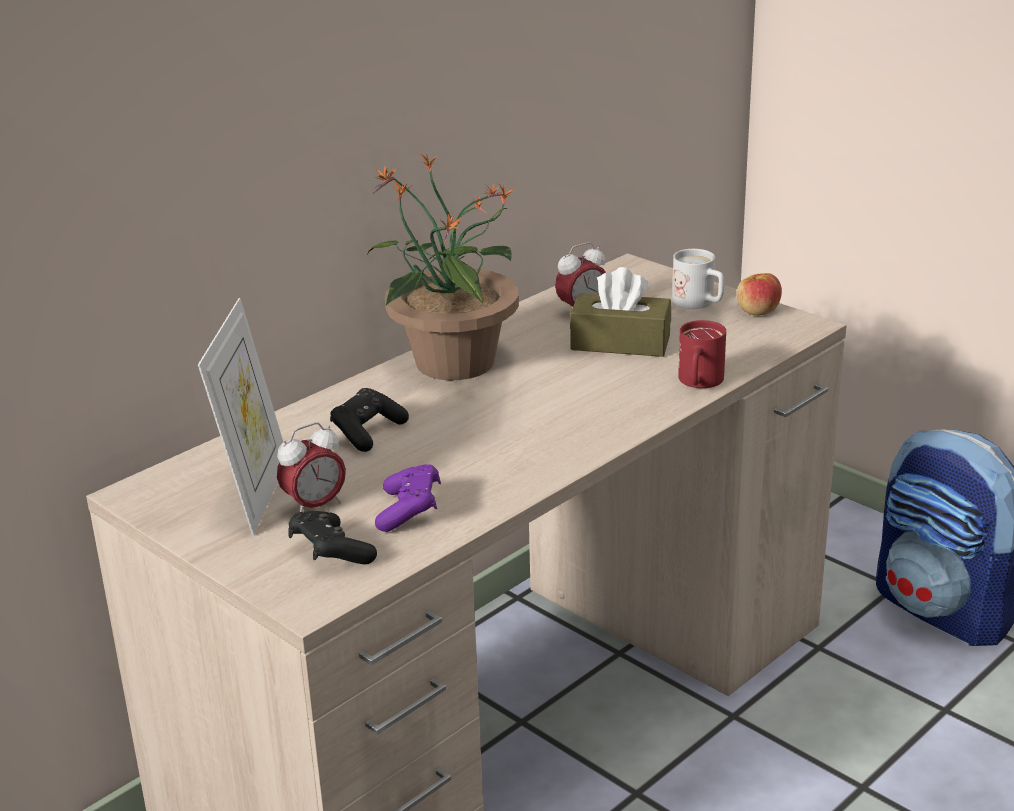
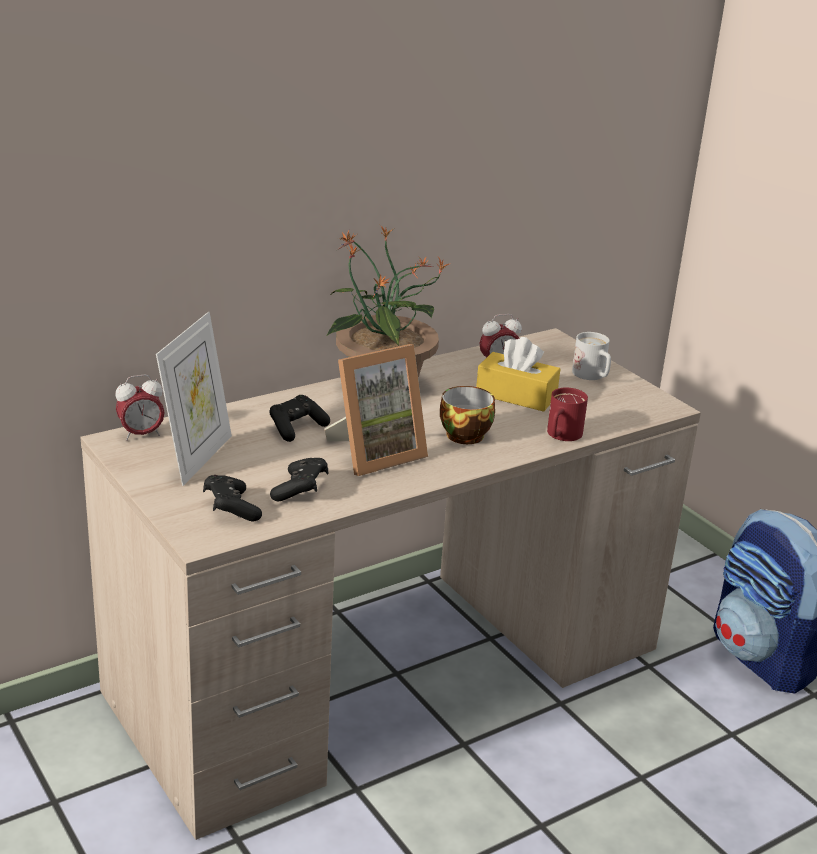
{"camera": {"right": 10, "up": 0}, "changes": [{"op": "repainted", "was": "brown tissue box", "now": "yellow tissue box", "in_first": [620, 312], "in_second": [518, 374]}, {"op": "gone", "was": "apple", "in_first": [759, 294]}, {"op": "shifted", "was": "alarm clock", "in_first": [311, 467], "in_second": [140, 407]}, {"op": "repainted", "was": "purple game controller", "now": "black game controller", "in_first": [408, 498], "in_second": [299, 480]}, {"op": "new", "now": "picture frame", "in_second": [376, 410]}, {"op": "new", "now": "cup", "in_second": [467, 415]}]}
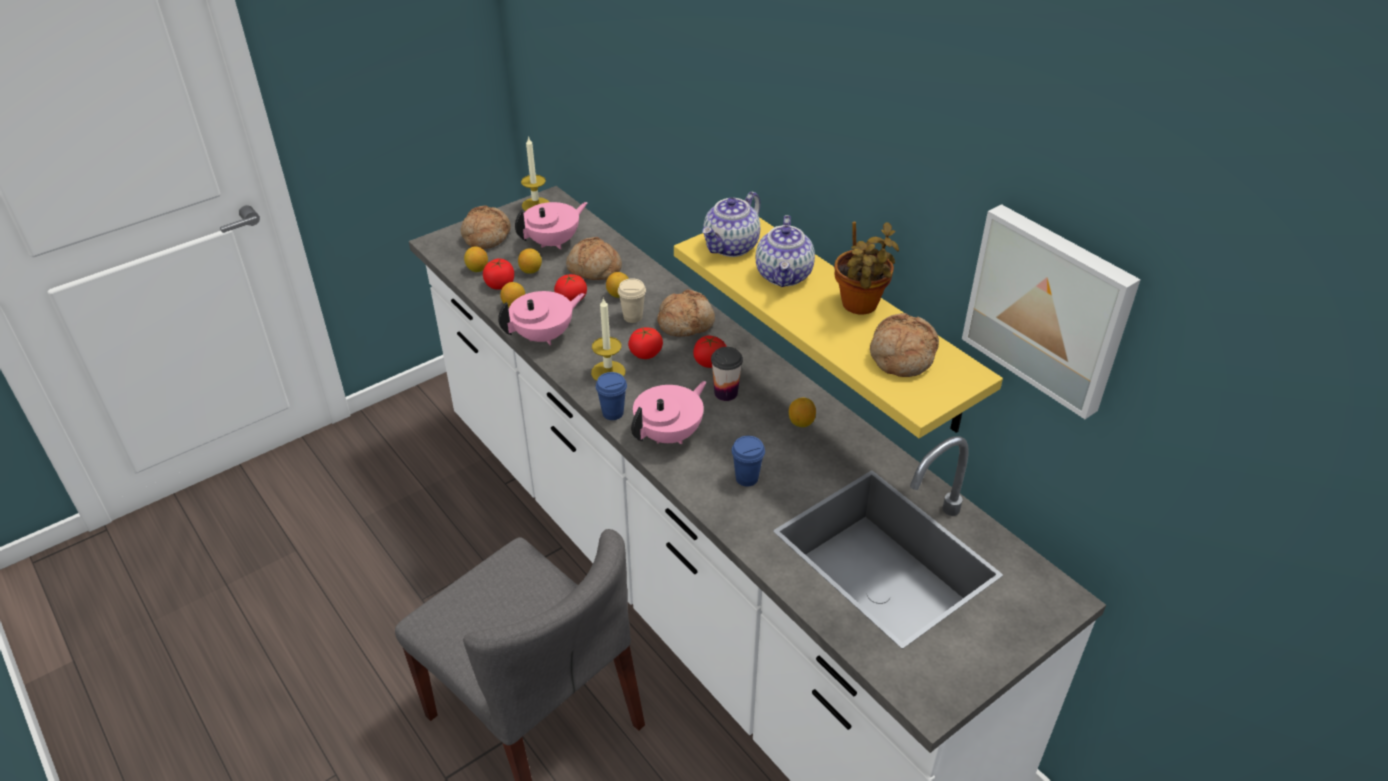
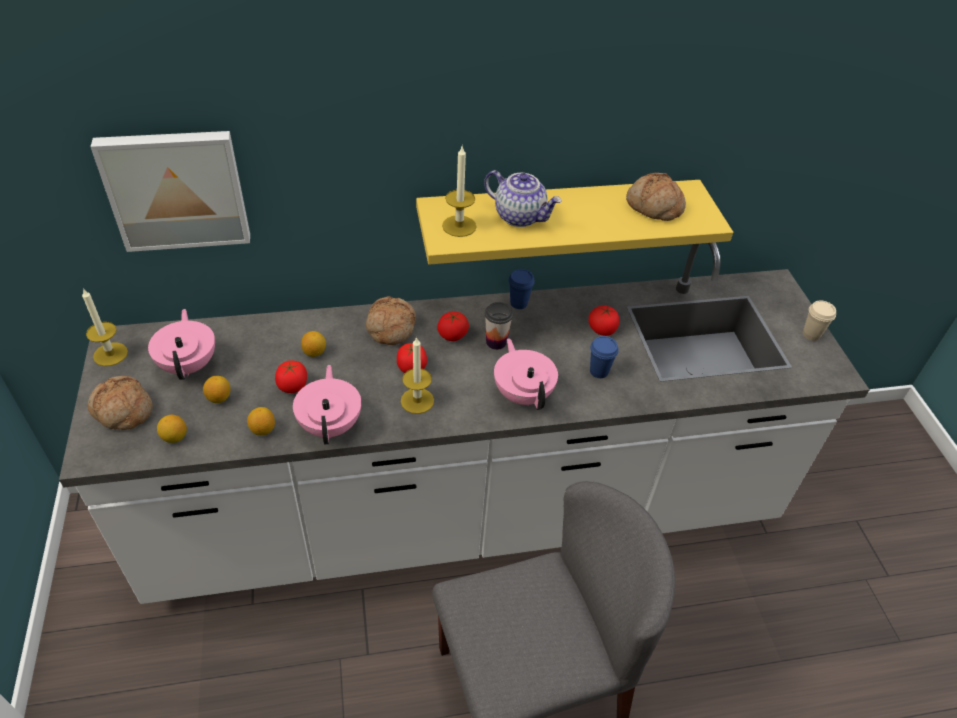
{"camera": {"right": -65, "up": 5}, "changes": [{"op": "swapped", "was": "teapot", "now": "candle", "in_first": [731, 224], "in_second": [459, 191]}, {"op": "shifted", "was": "picture", "in_first": [1051, 311], "in_second": [170, 191]}, {"op": "gone", "was": "potted plant", "in_first": [866, 268]}, {"op": "gone", "was": "bread", "in_first": [594, 258]}, {"op": "shifted", "was": "tomato", "in_first": [498, 274], "in_second": [604, 320]}, {"op": "shifted", "was": "beige cup", "in_first": [632, 300], "in_second": [819, 320]}, {"op": "shifted", "was": "blue cup", "in_first": [611, 396], "in_second": [522, 289]}, {"op": "gone", "was": "lemon", "in_first": [802, 412]}]}
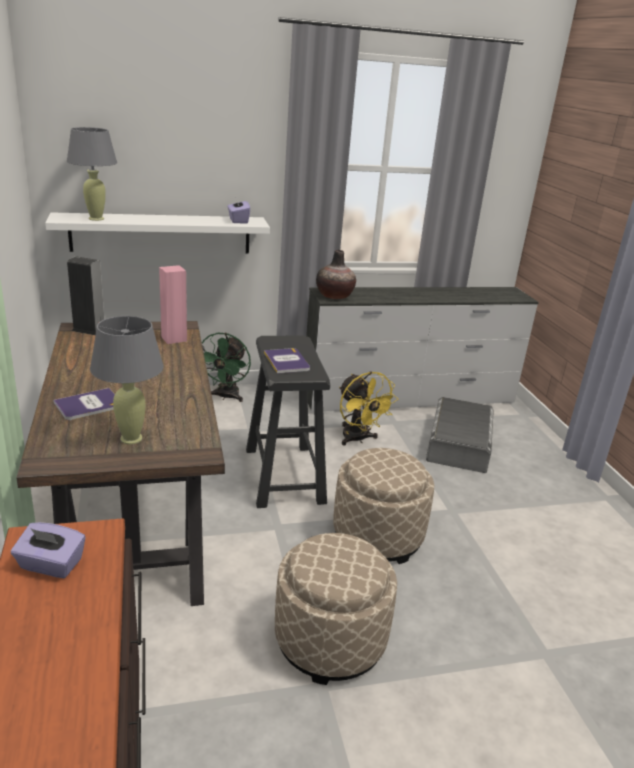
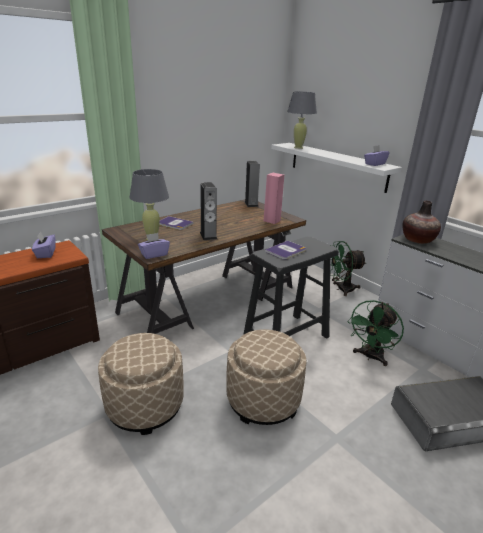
{"camera": {"right": 65, "up": 0}, "changes": [{"op": "repainted", "was": "yellow fan", "now": "green fan", "in_first": [368, 408], "in_second": [375, 333]}, {"op": "new", "now": "speaker", "in_second": [208, 211]}, {"op": "new", "now": "purple tissue box", "in_second": [154, 246]}]}
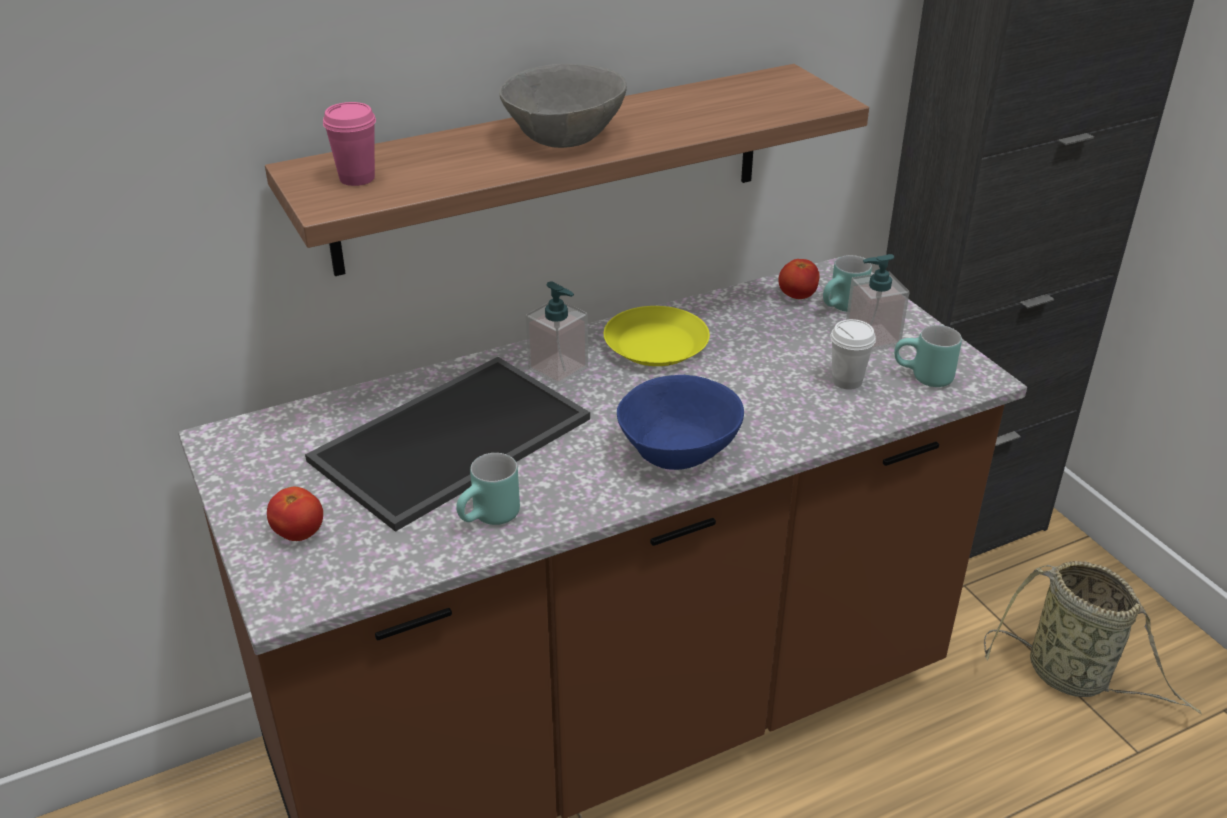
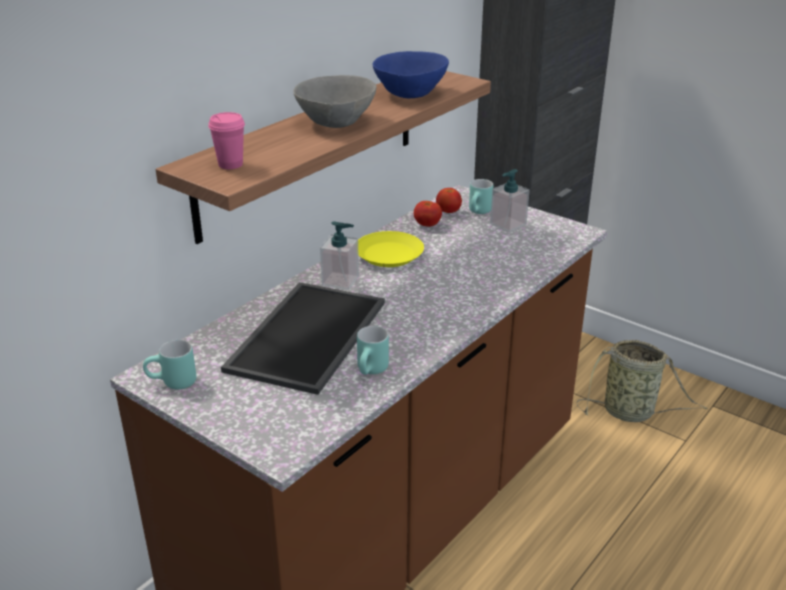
{"camera": {"right": -25, "up": -5}, "changes": [{"op": "gone", "was": "white cup", "in_first": [853, 354]}, {"op": "shifted", "was": "turquoise mug", "in_first": [928, 356], "in_second": [169, 365]}, {"op": "shifted", "was": "blue bowl", "in_first": [680, 422], "in_second": [411, 74]}, {"op": "shifted", "was": "tomato", "in_first": [295, 514], "in_second": [428, 214]}]}
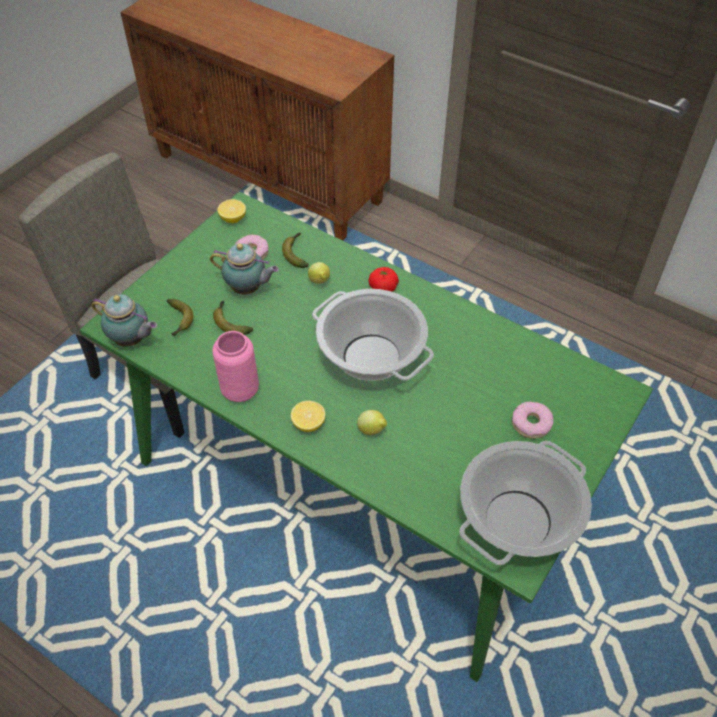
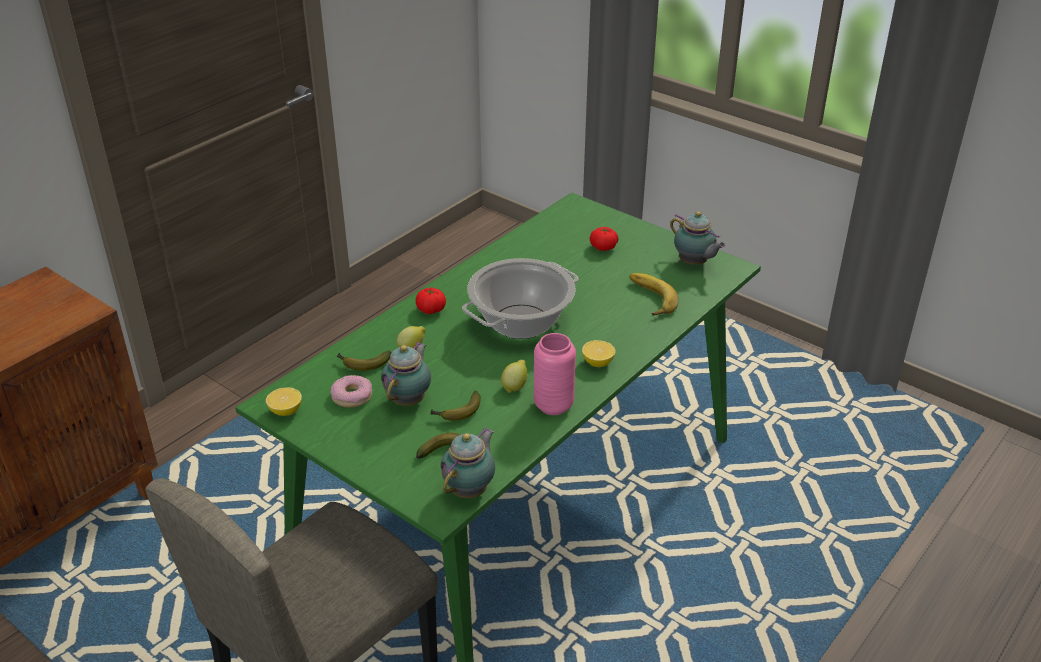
{"camera": {"right": -85, "up": -15}, "changes": [{"op": "swapped", "was": "donut", "now": "tomato", "in_first": [533, 420], "in_second": [604, 239]}, {"op": "shifted", "was": "lemon", "in_first": [372, 422], "in_second": [514, 376]}, {"op": "swapped", "was": "cooking pot", "now": "teapot", "in_first": [525, 503], "in_second": [698, 238]}, {"op": "new", "now": "banana", "in_second": [654, 294]}]}
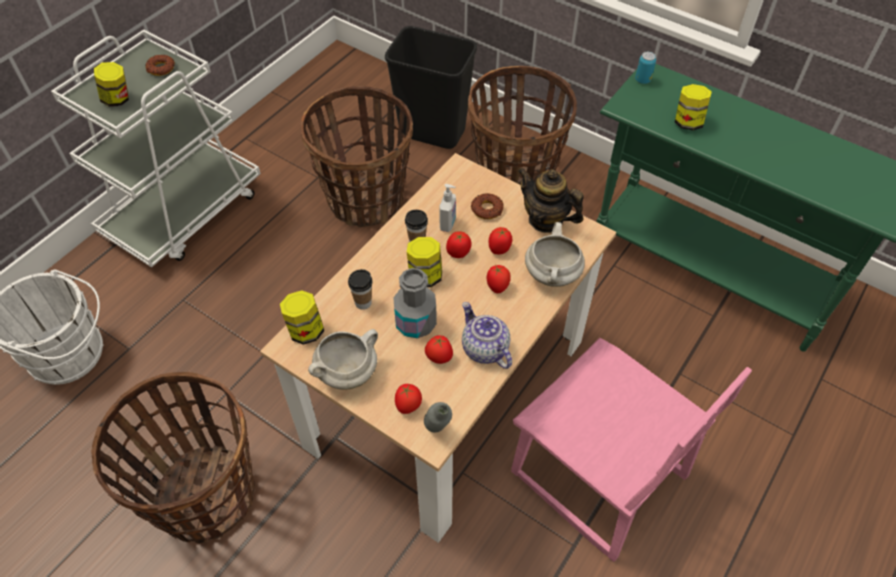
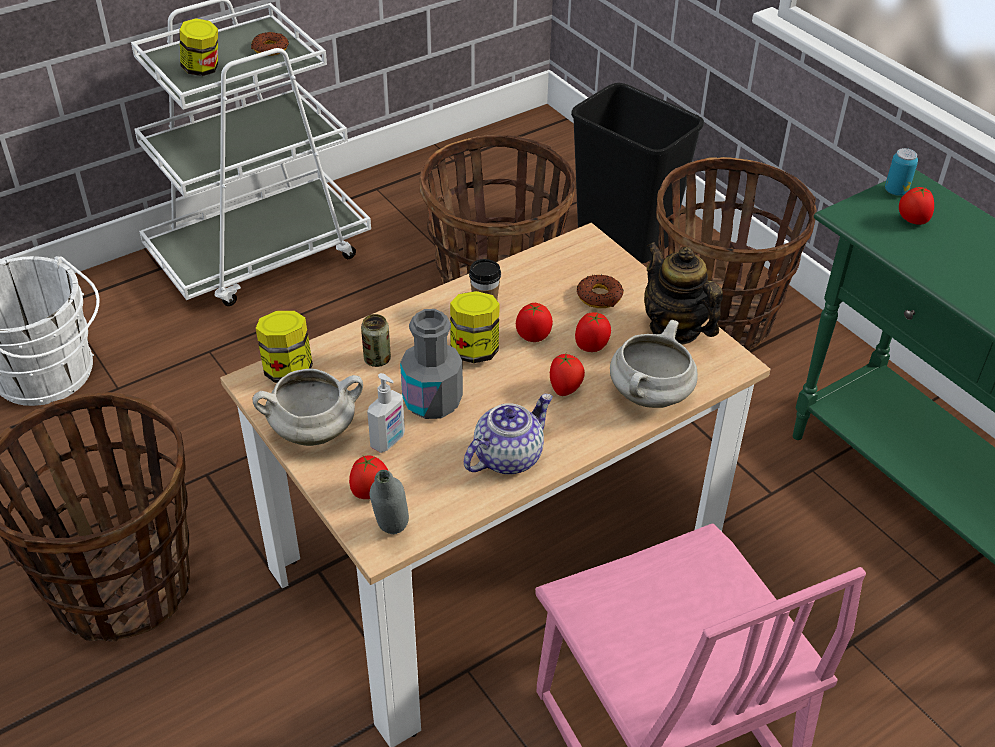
{"camera": {"right": 20, "up": -10}, "changes": [{"op": "gone", "was": "jar", "in_first": [693, 107]}, {"op": "shifted", "was": "soap dispenser", "in_first": [447, 208], "in_second": [386, 413]}, {"op": "swapped", "was": "cup", "now": "can", "in_first": [360, 289], "in_second": [376, 340]}, {"op": "rotated", "was": "teapot", "in_first": [487, 335], "in_second": [508, 434], "clockwise": 60}, {"op": "shifted", "was": "tomato", "in_first": [439, 349], "in_second": [916, 206]}]}
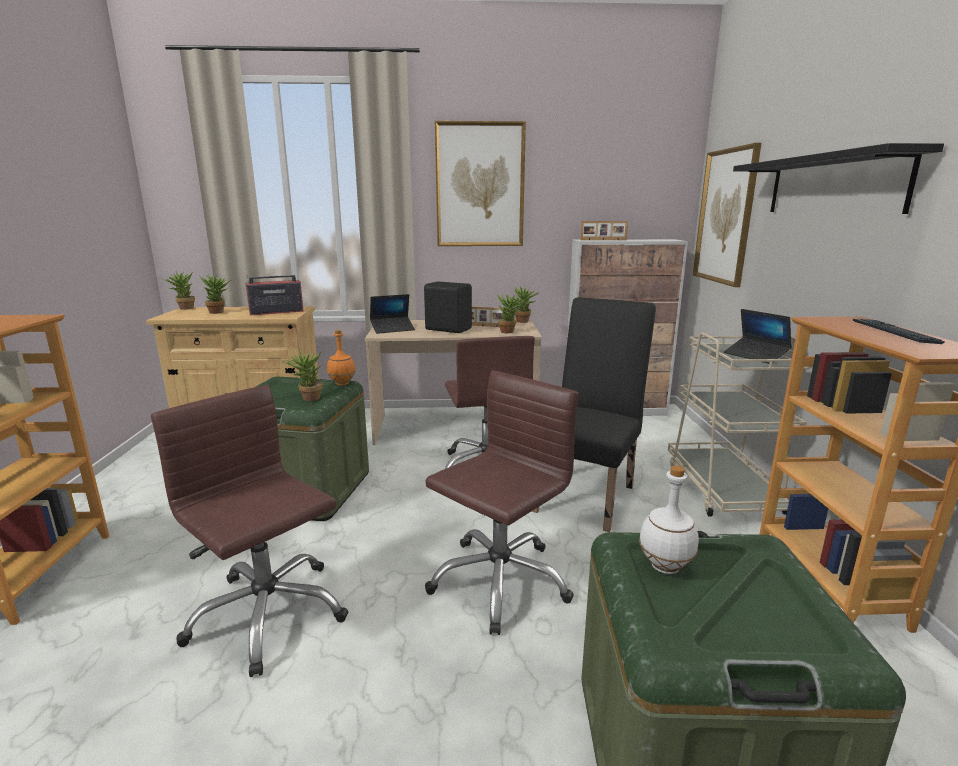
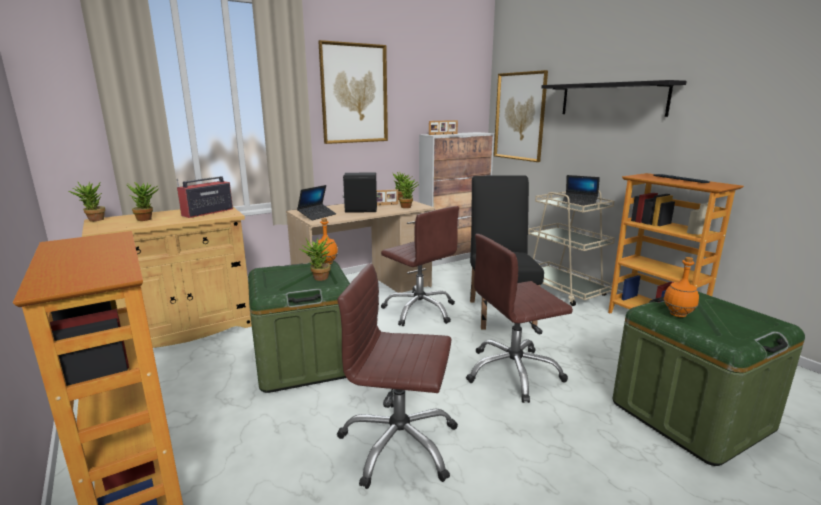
{"camera": {"right": -30, "up": 0}, "changes": [{"op": "rotated", "was": "brown office chair", "in_first": [501, 503], "in_second": [519, 318], "clockwise": -120}, {"op": "repainted", "was": "white bottle", "now": "orange bottle", "in_first": [669, 519], "in_second": [681, 287]}]}
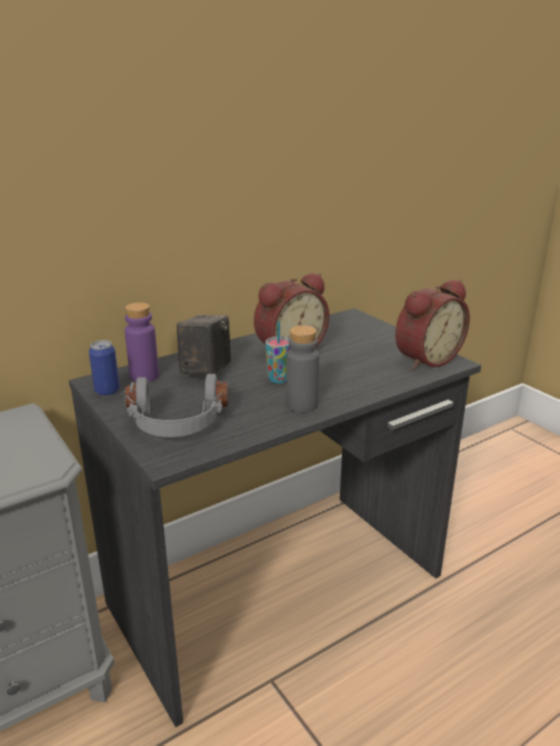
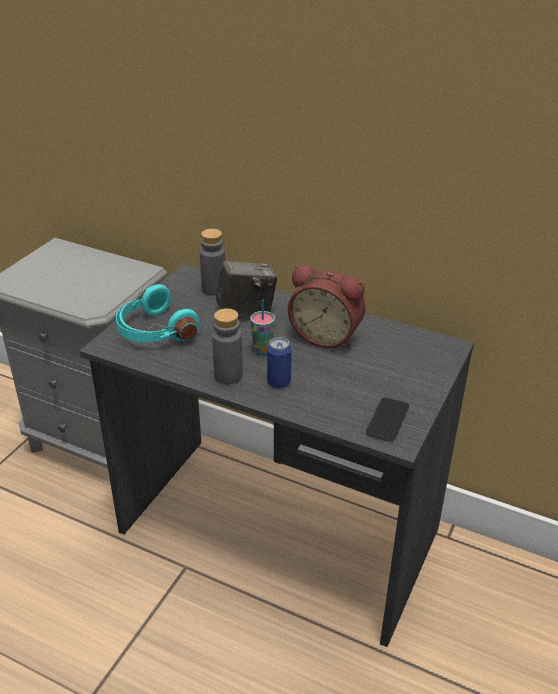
{"camera": {"right": 60, "up": 10}, "changes": [{"op": "swapped", "was": "alarm clock", "now": "phone", "in_first": [432, 324], "in_second": [387, 419]}, {"op": "repainted", "was": "purple bottle", "now": "grey bottle", "in_first": [142, 342], "in_second": [212, 262]}, {"op": "shifted", "was": "can", "in_first": [104, 368], "in_second": [279, 363]}, {"op": "repainted", "was": "grey headphones", "now": "turquoise headphones", "in_first": [177, 405], "in_second": [158, 313]}]}
